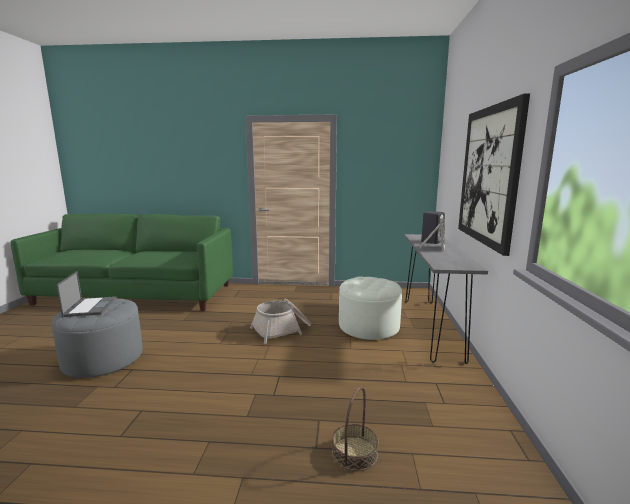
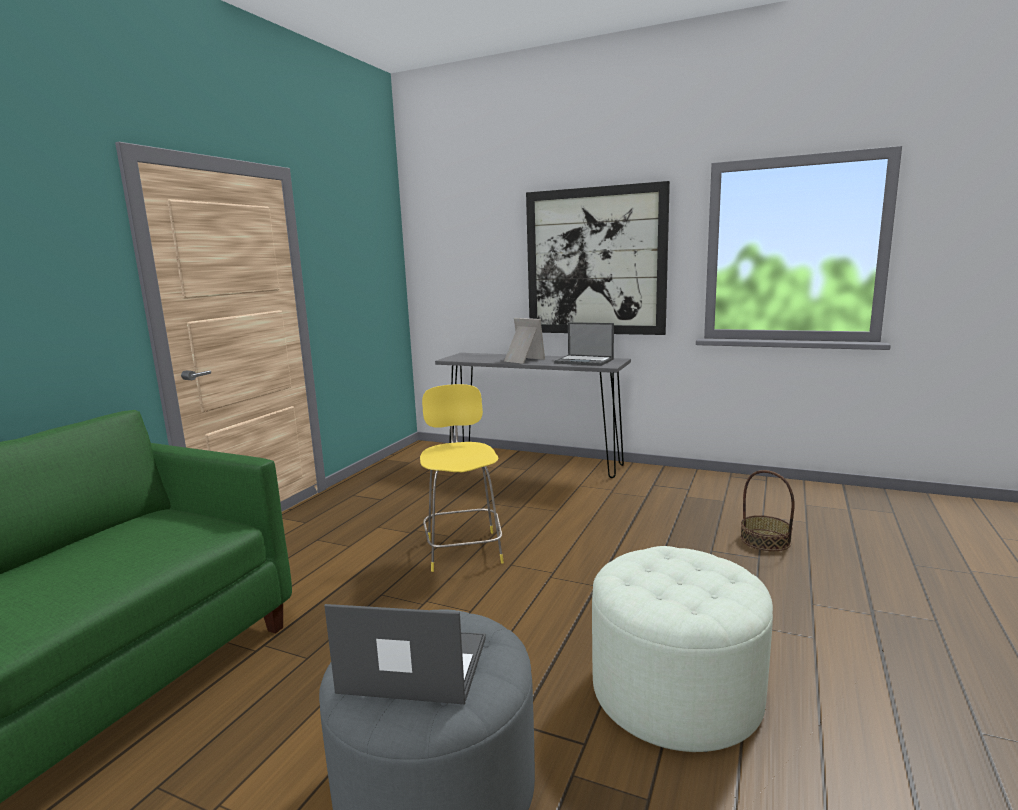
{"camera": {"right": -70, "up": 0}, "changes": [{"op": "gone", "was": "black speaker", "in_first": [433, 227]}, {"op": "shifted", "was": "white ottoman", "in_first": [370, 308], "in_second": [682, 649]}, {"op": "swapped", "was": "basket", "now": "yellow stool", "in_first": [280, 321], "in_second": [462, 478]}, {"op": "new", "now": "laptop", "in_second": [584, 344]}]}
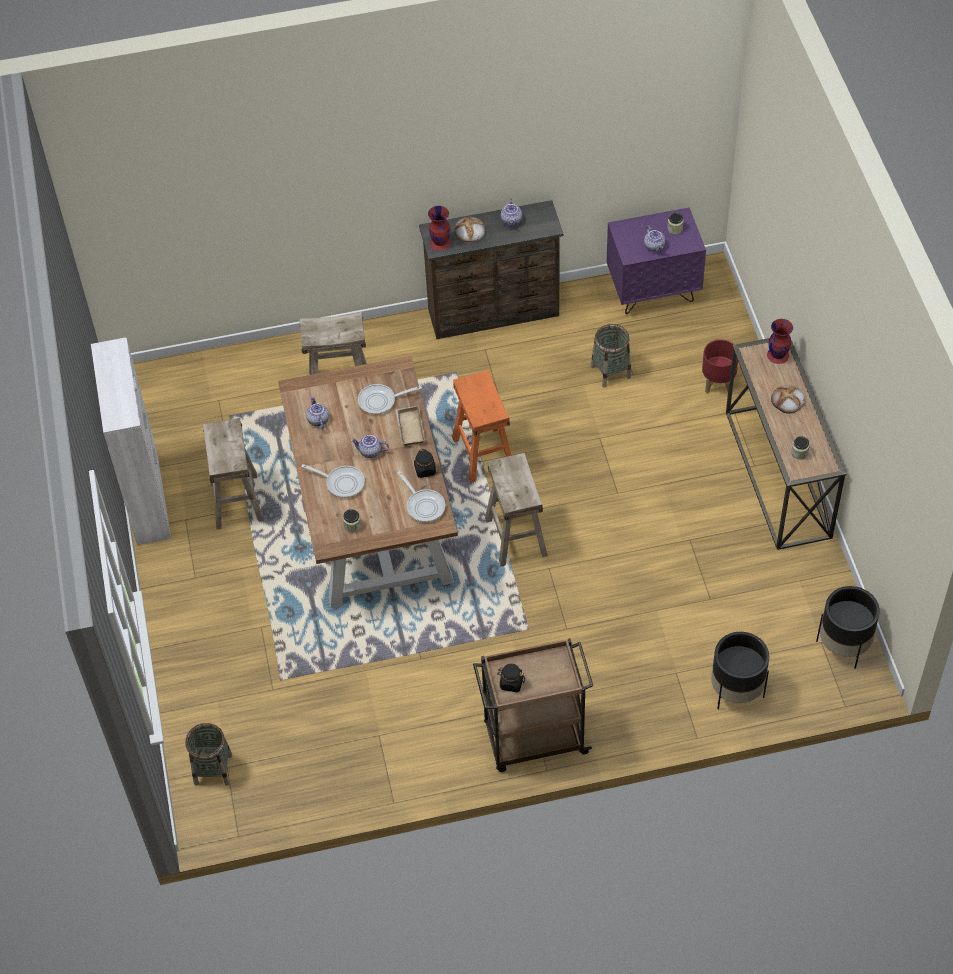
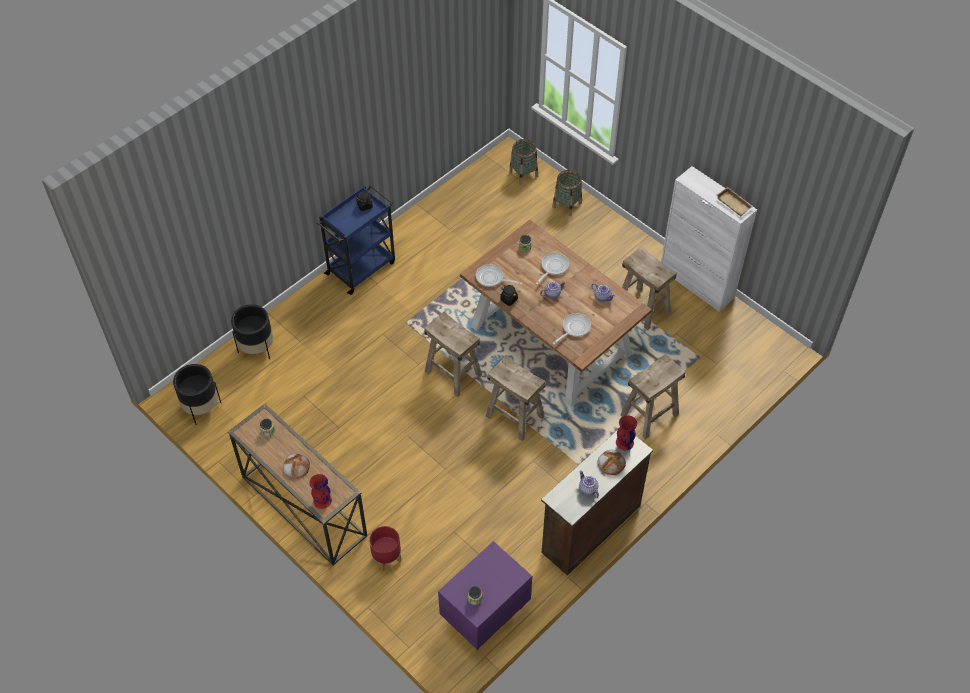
{"camera": {"right": 145, "up": 0}, "changes": [{"op": "gone", "was": "teapot", "in_first": [654, 239]}, {"op": "shifted", "was": "basket", "in_first": [611, 355], "in_second": [567, 193]}, {"op": "repainted", "was": "orange stool", "now": "beige stool", "in_first": [482, 426], "in_second": [516, 398]}, {"op": "shifted", "was": "beige tray", "in_first": [410, 425], "in_second": [734, 201]}, {"op": "rotated", "was": "frying pan", "in_first": [333, 481], "in_second": [552, 269], "clockwise": 135}, {"op": "repainted", "was": "brown cart", "now": "blue cart", "in_first": [533, 705], "in_second": [356, 240]}]}
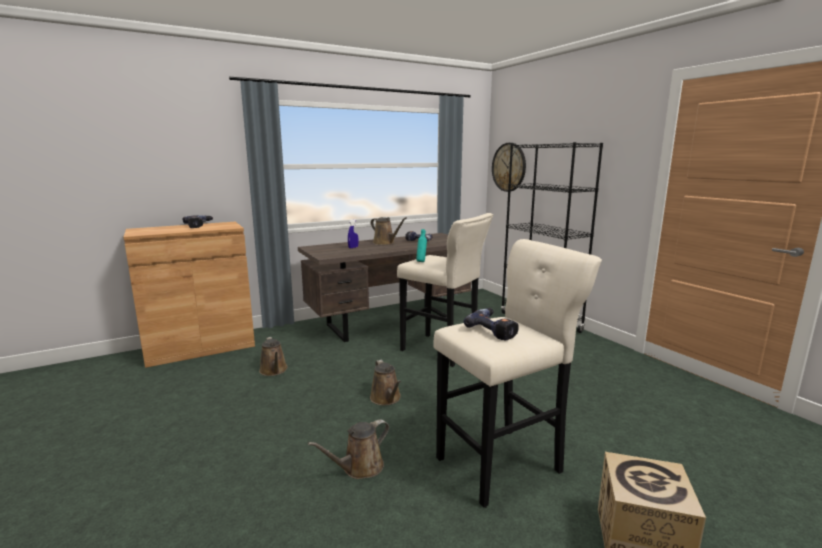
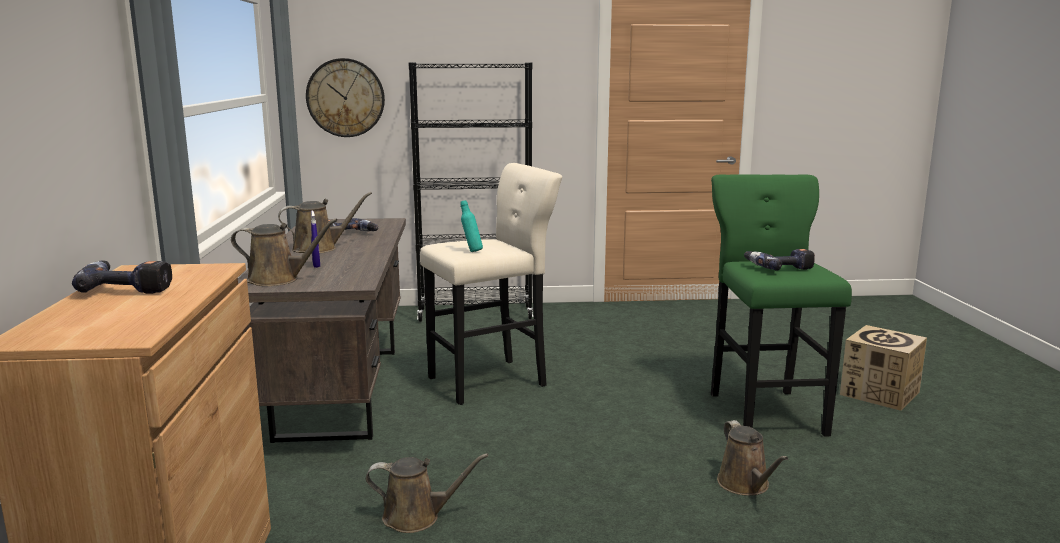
{"camera": {"right": -65, "up": 0}, "changes": [{"op": "repainted", "was": "beige stool", "now": "green stool", "in_first": [517, 373], "in_second": [781, 305]}, {"op": "shifted", "was": "brown watering can", "in_first": [385, 382], "in_second": [284, 252]}]}
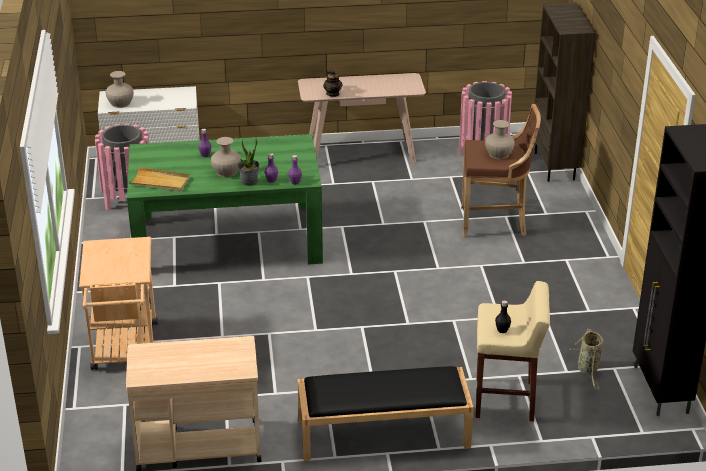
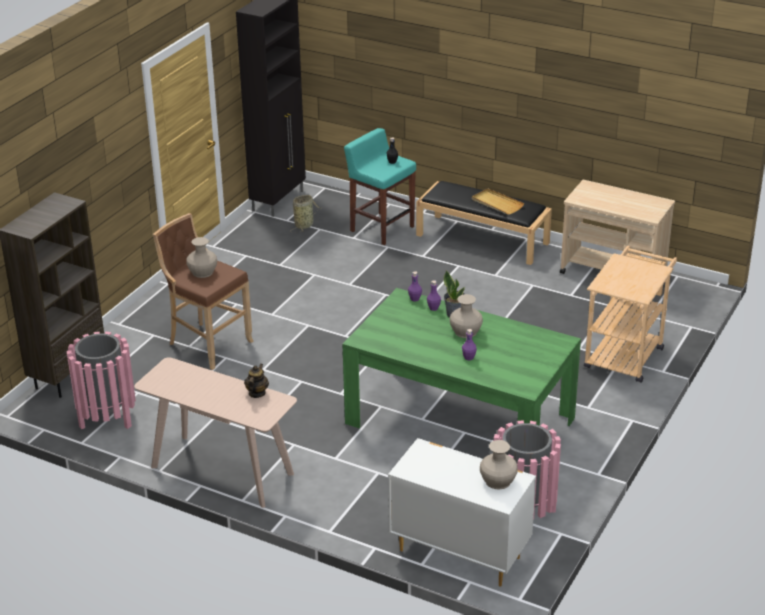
{"camera": {"right": -145, "up": 0}, "changes": [{"op": "shifted", "was": "beige tray", "in_first": [159, 179], "in_second": [498, 201]}, {"op": "repainted", "was": "beige stool", "now": "turquoise stool", "in_first": [513, 351], "in_second": [380, 186]}]}
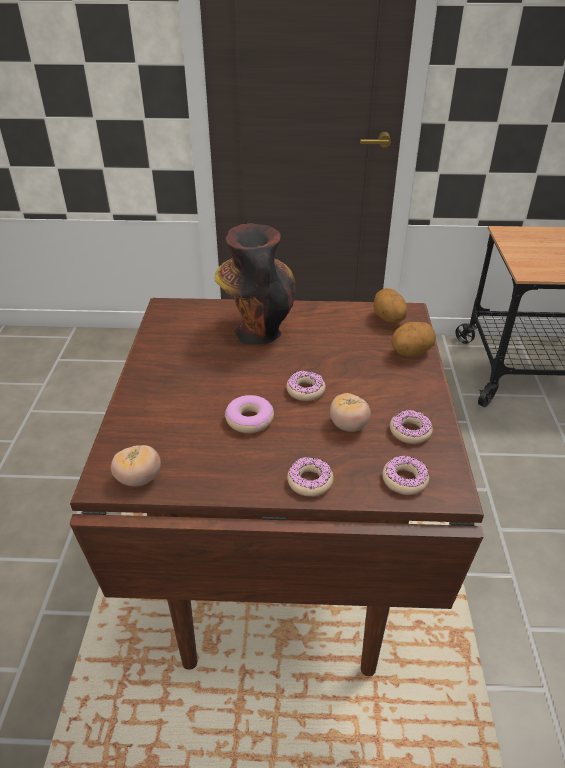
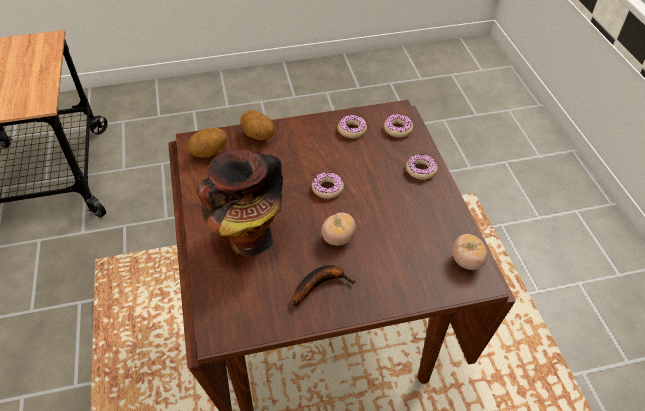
{"camera": {"right": -105, "up": 10}, "changes": [{"op": "shifted", "was": "tomato", "in_first": [350, 412], "in_second": [338, 229]}, {"op": "gone", "was": "donut", "in_first": [249, 414]}, {"op": "new", "now": "banana", "in_second": [324, 286]}]}
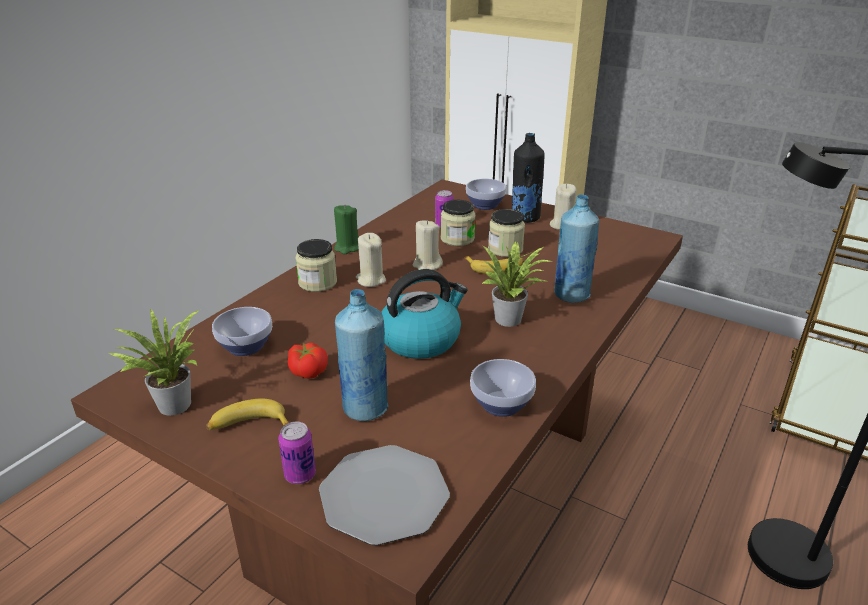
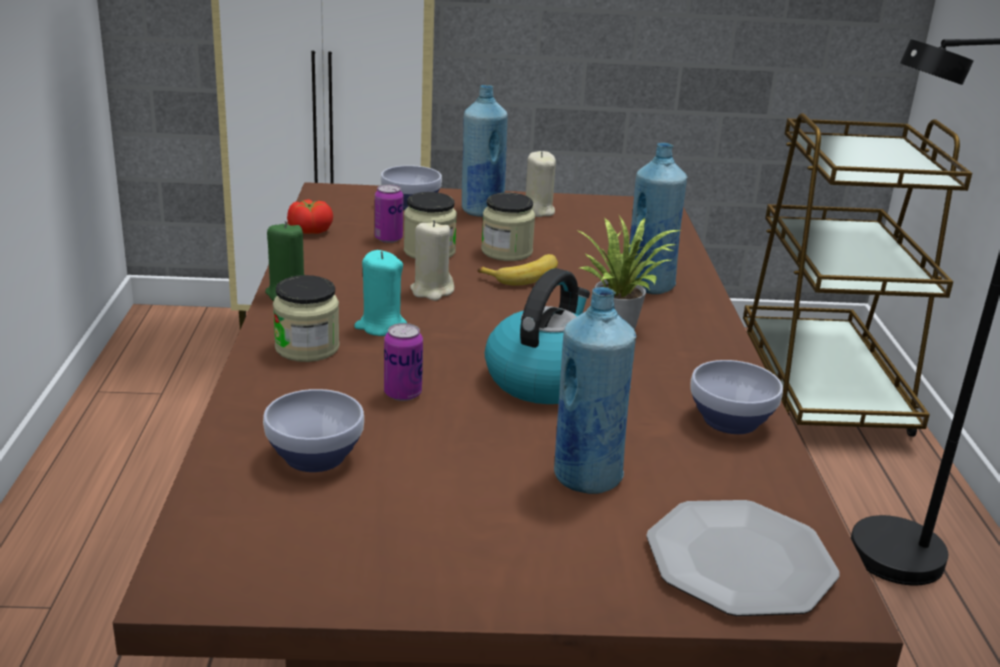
{"camera": {"right": -35, "up": -5}, "changes": [{"op": "repainted", "was": "black bottle", "now": "blue bottle", "in_first": [528, 178], "in_second": [485, 151]}, {"op": "repainted", "was": "beige candle", "now": "turquoise candle", "in_first": [371, 260], "in_second": [380, 293]}, {"op": "gone", "was": "potted plant", "in_first": [154, 363]}, {"op": "shifted", "was": "tomato", "in_first": [308, 361], "in_second": [310, 216]}, {"op": "gone", "was": "banana", "in_first": [247, 414]}, {"op": "shifted", "was": "can", "in_first": [297, 453], "in_second": [403, 362]}]}
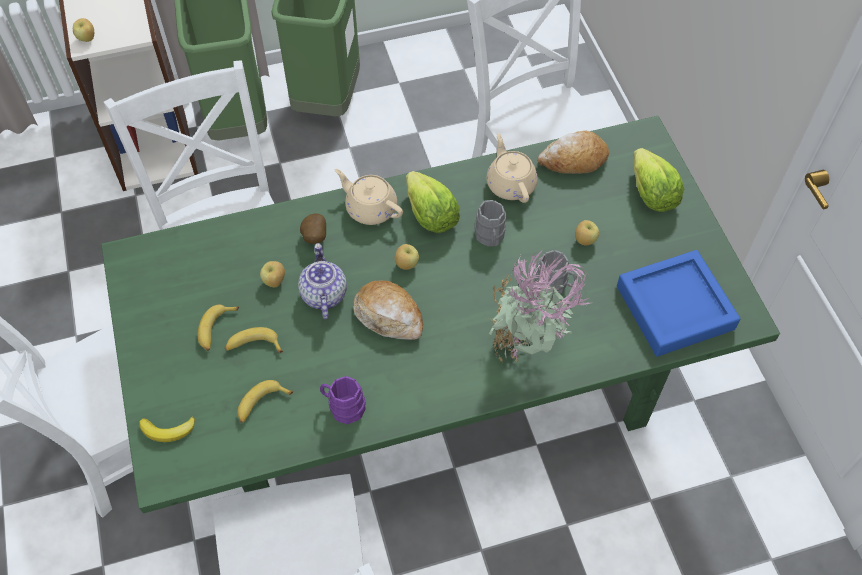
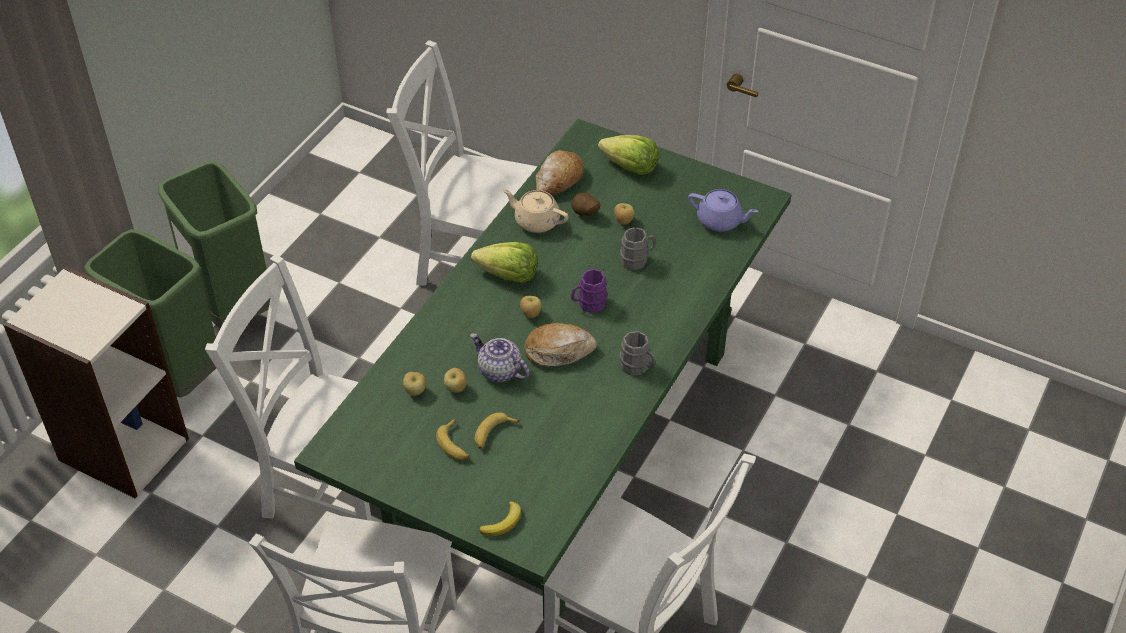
{"camera": {"right": -45, "up": -10}, "changes": [{"op": "shifted", "was": "apple", "in_first": [83, 30], "in_second": [414, 384]}, {"op": "gone", "was": "beige teapot", "in_first": [369, 197]}, {"op": "shifted", "was": "grey mug", "in_first": [490, 223], "in_second": [637, 353]}, {"op": "shifted", "was": "potato", "in_first": [313, 228], "in_second": [585, 204]}, {"op": "gone", "was": "potted plant", "in_first": [539, 305]}, {"op": "swapped", "was": "blue tray", "now": "purple teapot", "in_first": [678, 303], "in_second": [723, 210]}, {"op": "shifted", "was": "purple mug", "in_first": [343, 400], "in_second": [589, 291]}, {"op": "gone", "was": "banana", "in_first": [265, 401]}]}
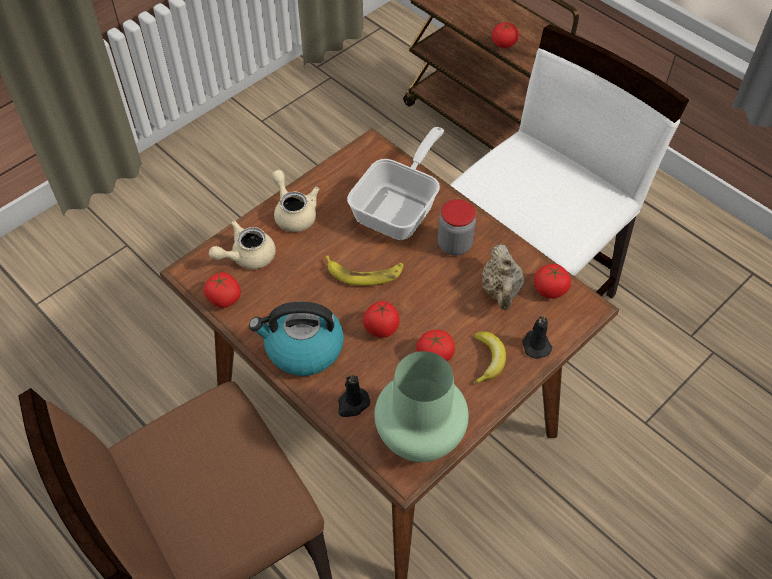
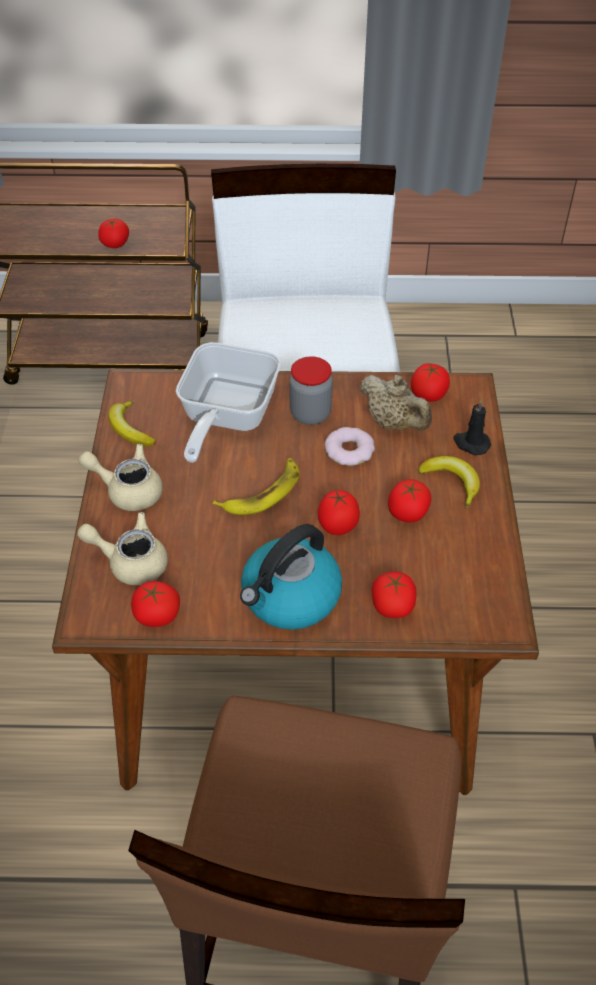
{"camera": {"right": -45, "up": -5}, "changes": [{"op": "rotated", "was": "frying pan", "in_first": [395, 183], "in_second": [228, 402], "clockwise": -150}, {"op": "rotated", "was": "beige teapot", "in_first": [242, 244], "in_second": [122, 548], "clockwise": 90}, {"op": "gone", "was": "green vase", "in_first": [421, 406]}, {"op": "swapped", "was": "black candle", "now": "tomato", "in_first": [354, 395], "in_second": [394, 595]}, {"op": "new", "now": "banana", "in_second": [132, 423]}, {"op": "new", "now": "donut", "in_second": [350, 446]}]}
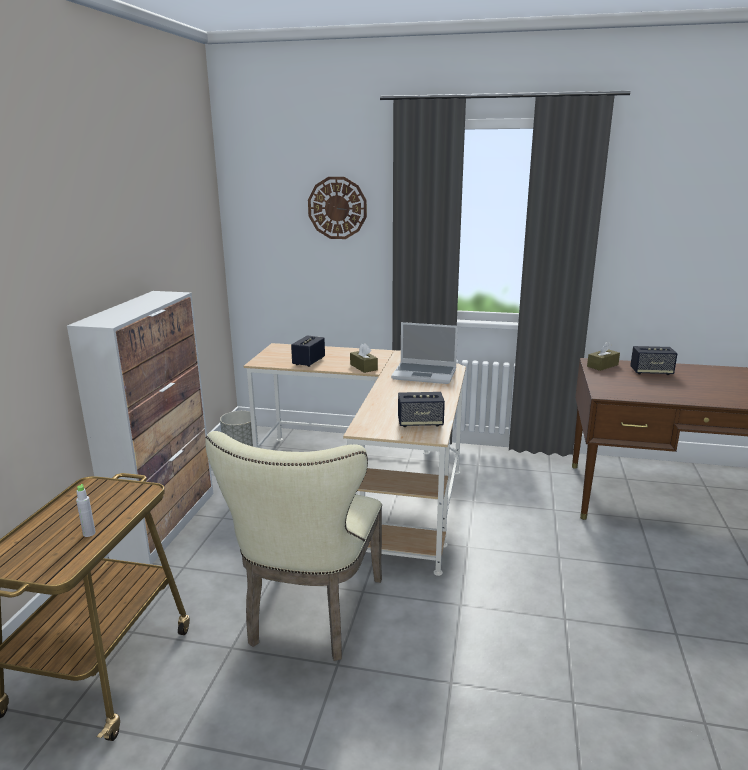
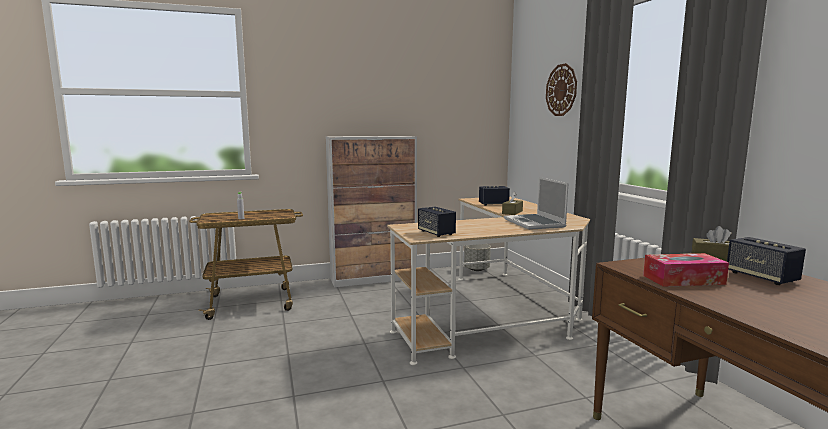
{"camera": {"right": 60, "up": -10}, "changes": [{"op": "gone", "was": "beige chair", "in_first": [293, 546]}, {"op": "new", "now": "tissue box", "in_second": [686, 270]}]}
